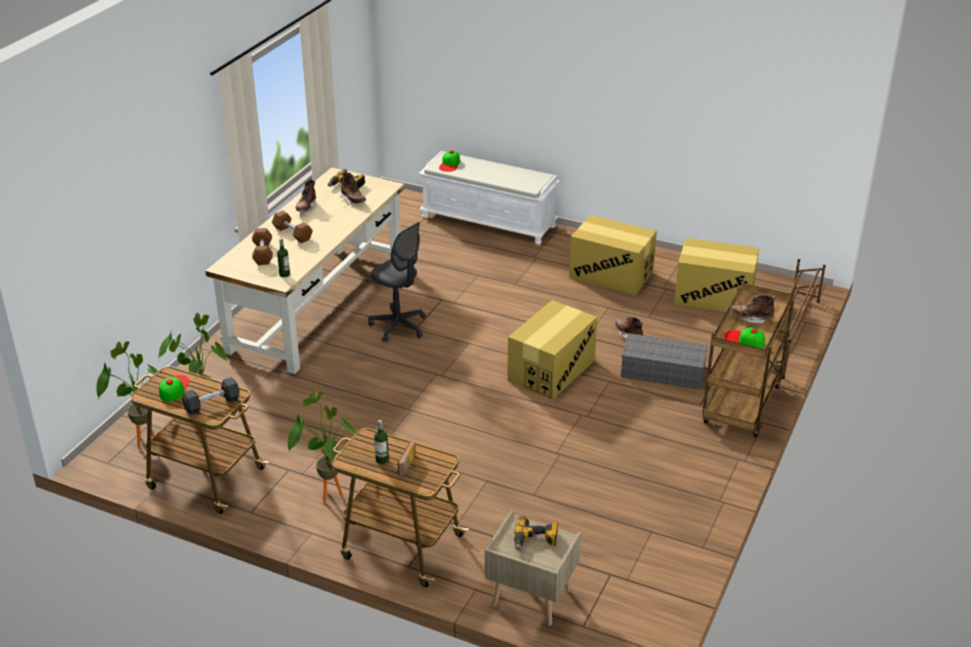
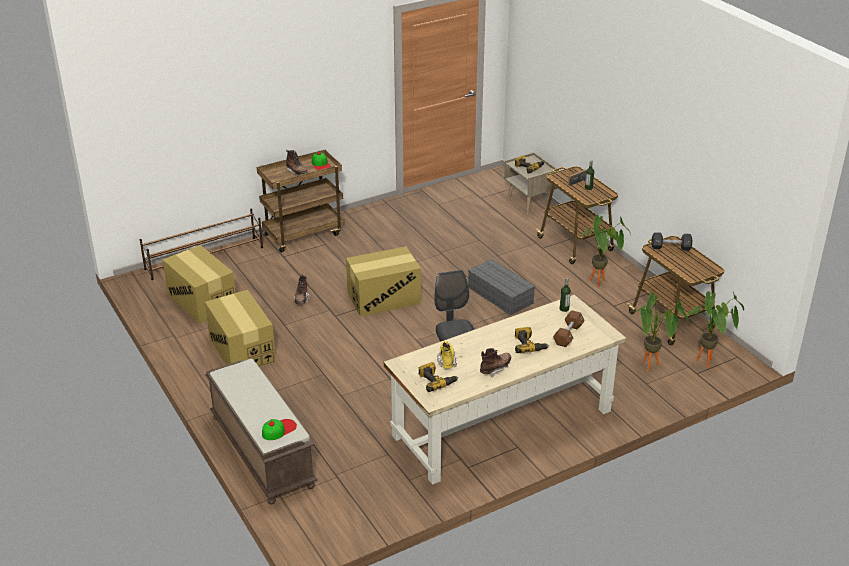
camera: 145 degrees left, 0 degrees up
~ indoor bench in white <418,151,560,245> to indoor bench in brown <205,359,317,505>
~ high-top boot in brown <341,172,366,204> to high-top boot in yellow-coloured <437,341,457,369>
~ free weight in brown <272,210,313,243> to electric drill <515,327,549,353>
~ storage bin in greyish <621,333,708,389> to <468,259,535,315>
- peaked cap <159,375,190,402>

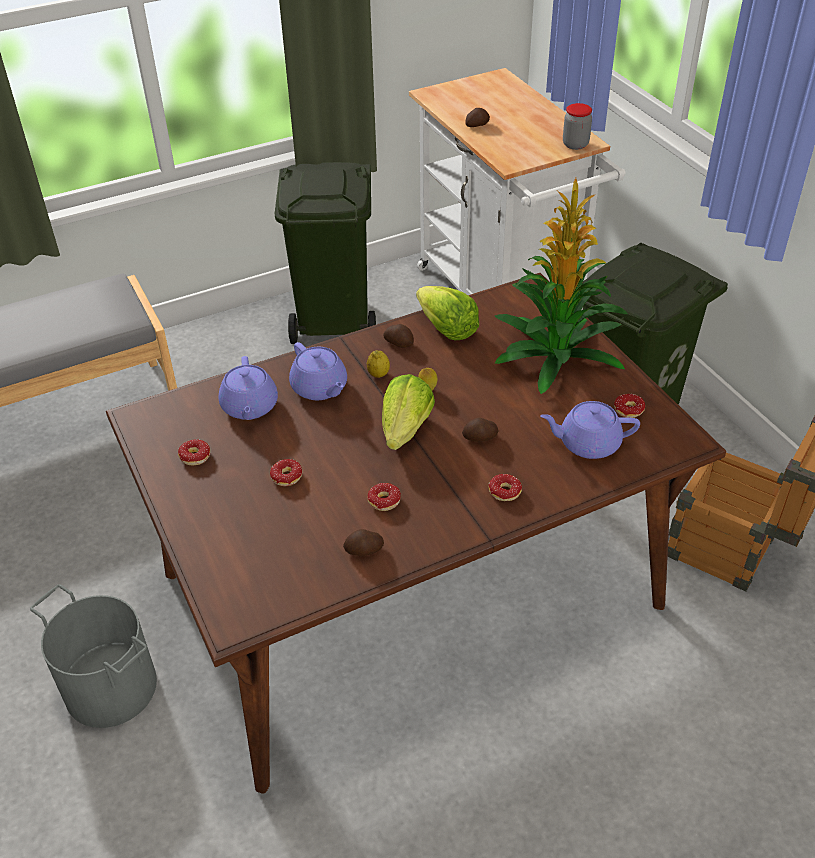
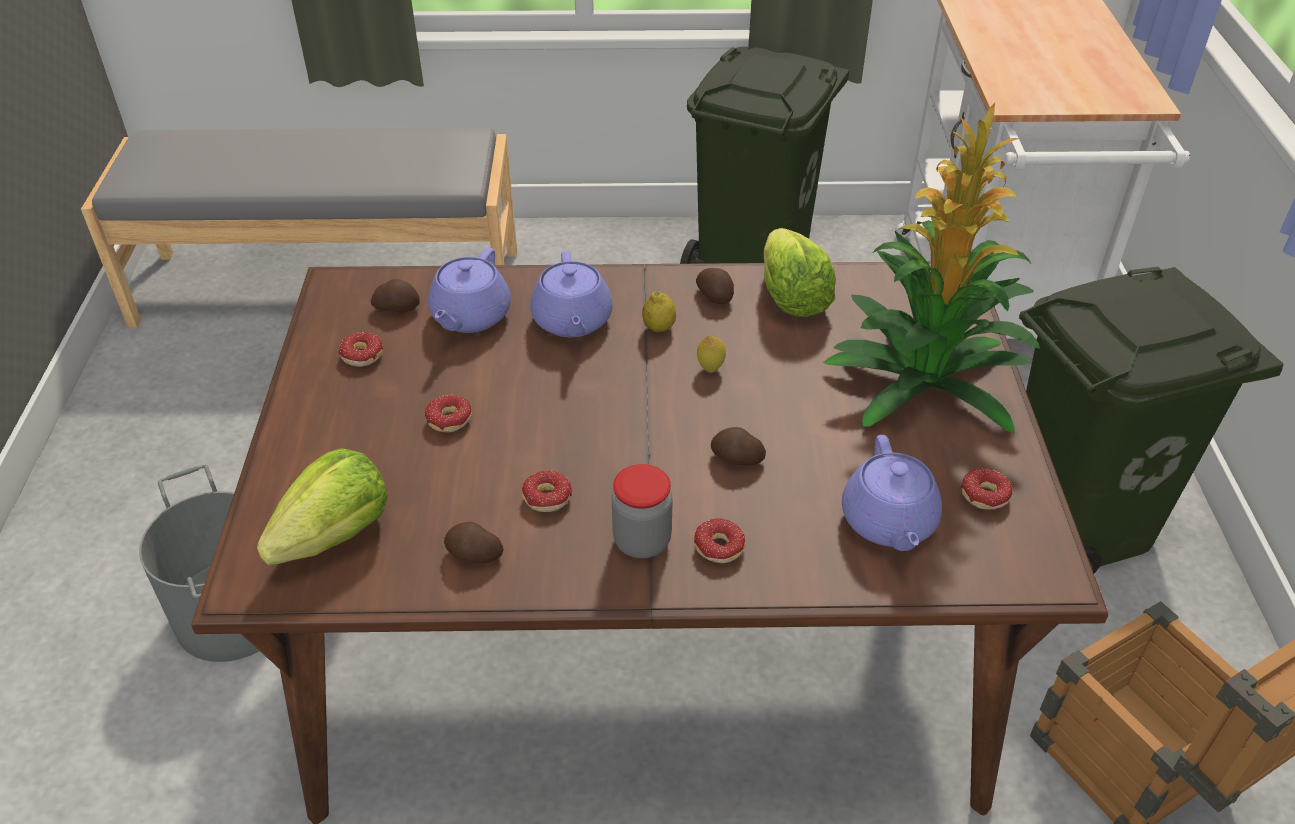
camera: 25 degrees right, 0 degrees up
~ jar <563,103,592,150> to <612,464,673,558>
~ whole potato <465,108,490,127> to <371,279,420,313>
~ head of lettuce <382,374,435,450> to <257,449,388,565>
~ teapot in purple-coloured <540,401,640,459> = <842,435,942,551> 120 degrees counterclockwise

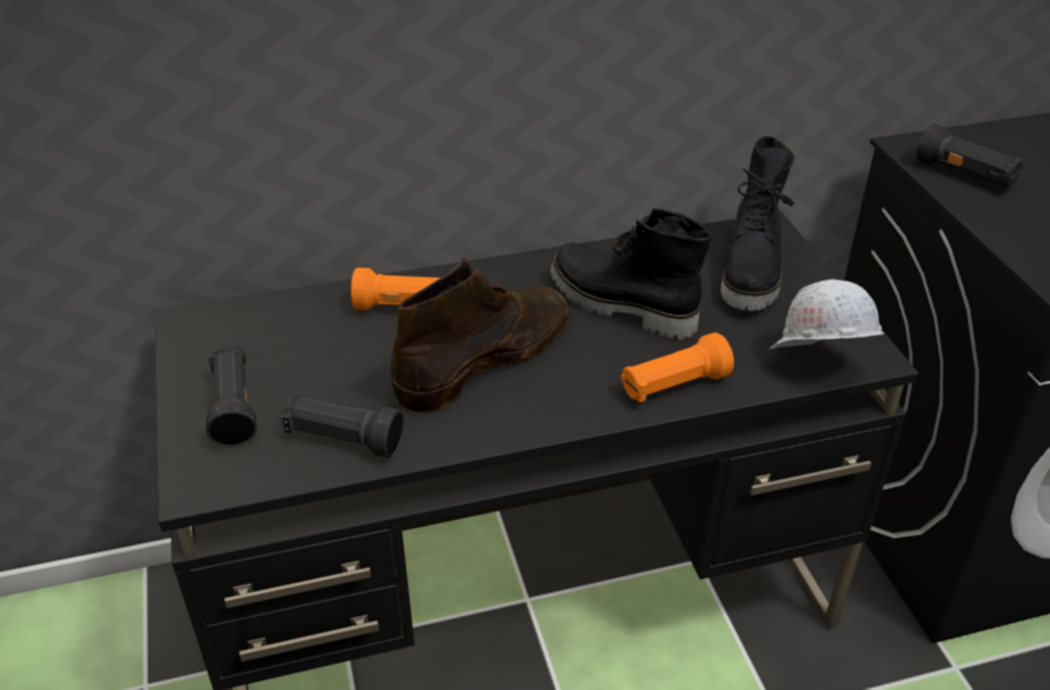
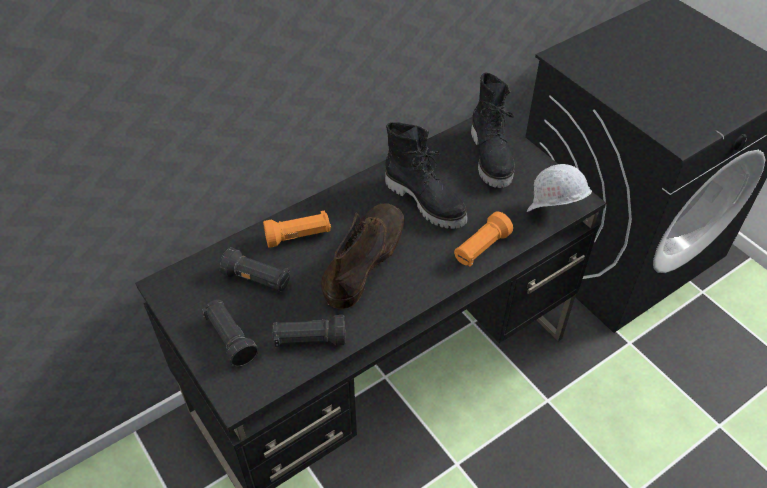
camera: 20 degrees left, 10 degrees up
~ flashlight in black <916,123,1023,189> to <219,248,290,291>
~ high-top boot in black <550,208,712,340> = <385,122,468,229> 150 degrees counterclockwise

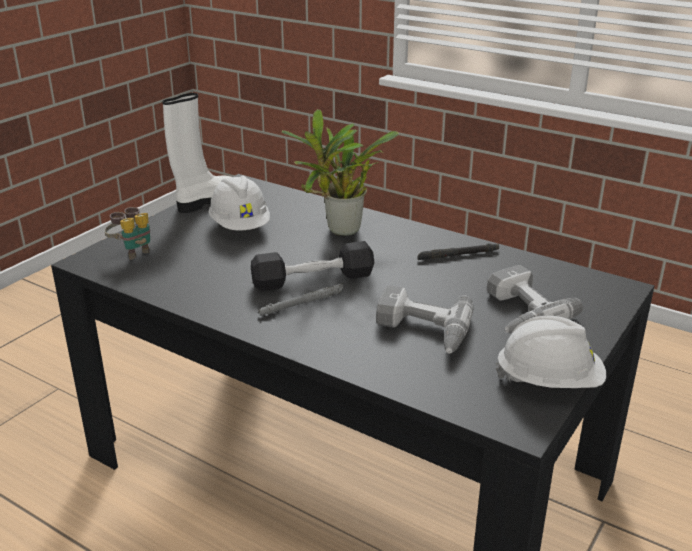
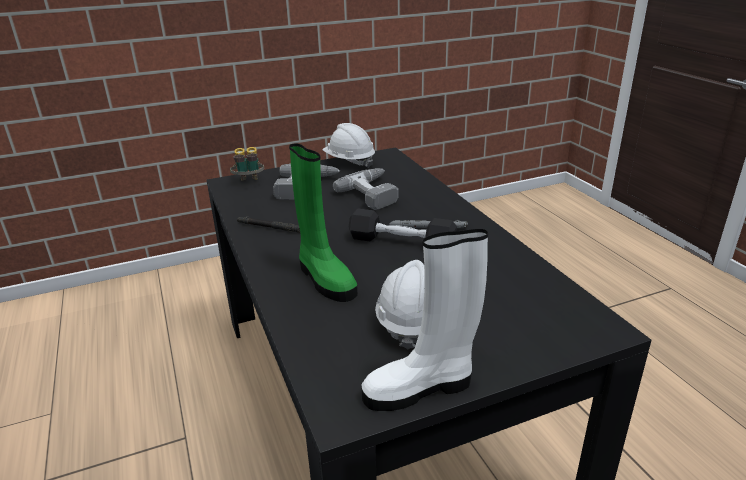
camera: 145 degrees left, 0 degrees up
~ potted plant <282,109,399,236> to high-top boot in greenish <289,143,358,302>
~ field glasses <105,207,150,260> to <230,147,264,181>

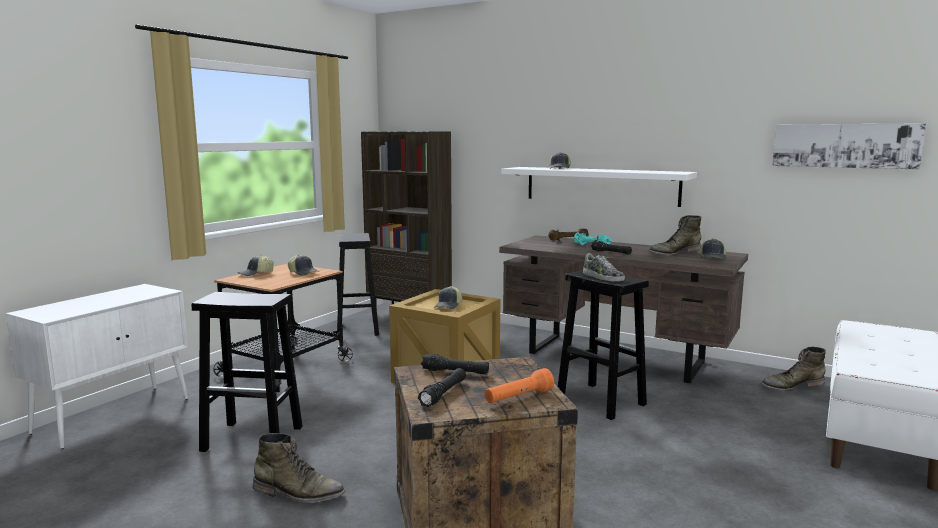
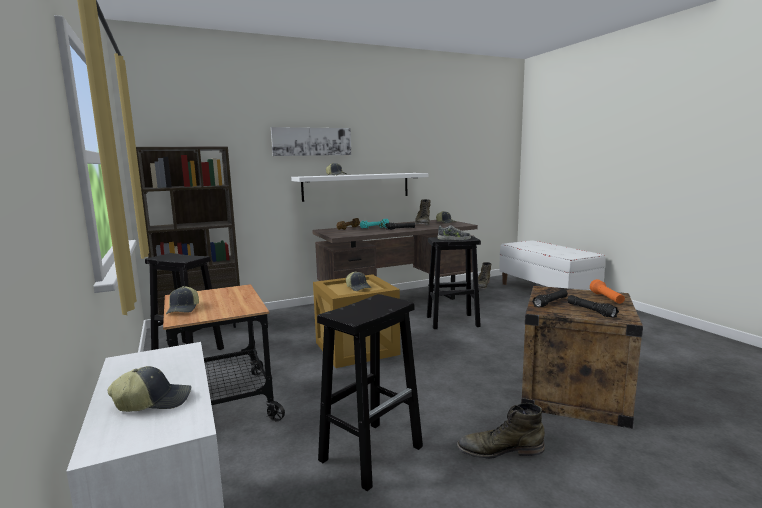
camera: 55 degrees left, 0 degrees up
~ wall art <772,123,926,169> to <271,127,351,156>
~ peaked cap <288,255,319,276> to <107,366,191,412>
~ high-top boot in greenish <253,433,345,503> = <457,403,545,459> 135 degrees counterclockwise

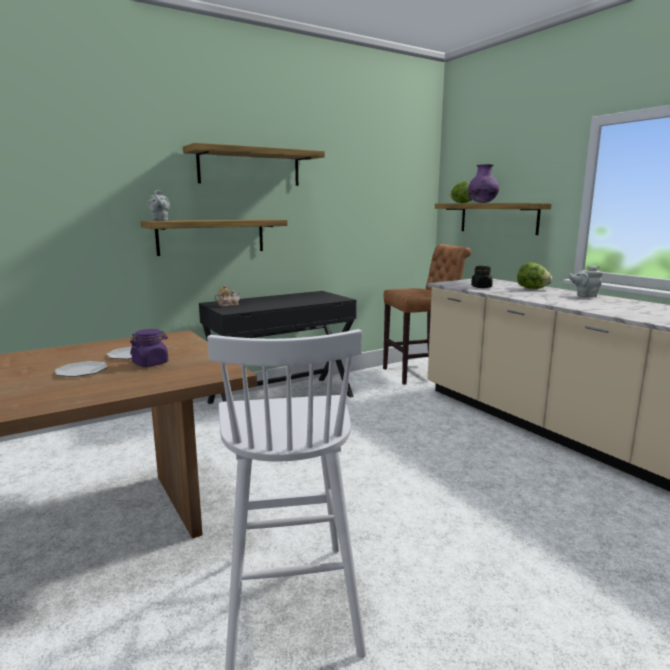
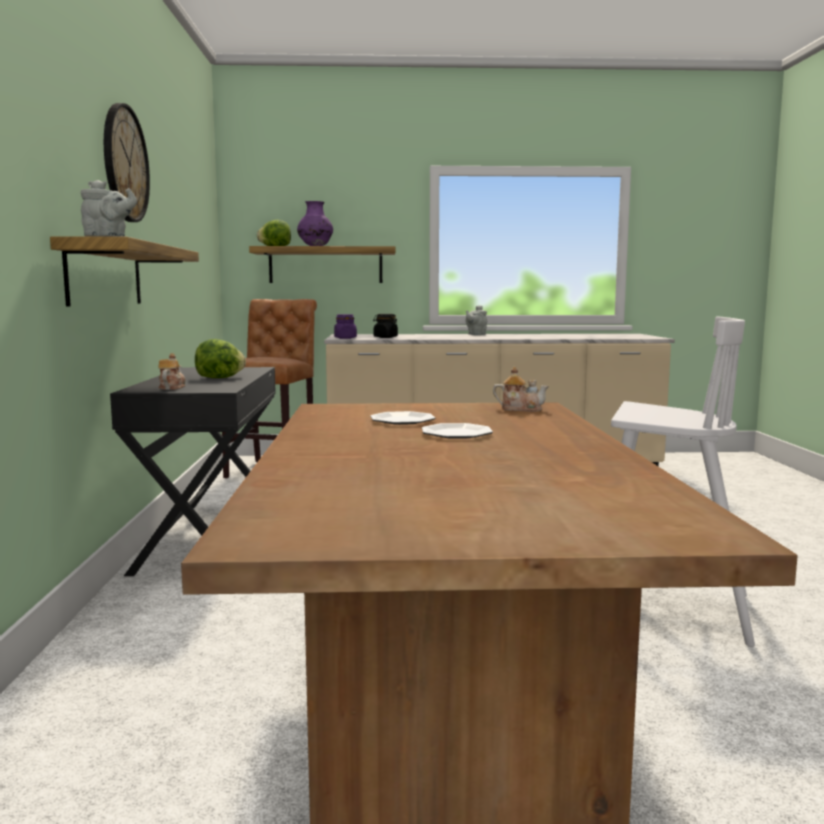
camera: 60 degrees left, 5 degrees down
~ wall shelf <183,143,325,186> to clock on the wall <104,103,150,222>
~ head of lettuce <517,262,552,289> to <195,339,246,378>
~ jar in purple-coloured <130,329,168,367> to <334,314,357,339>
+ teapot <493,367,549,412>

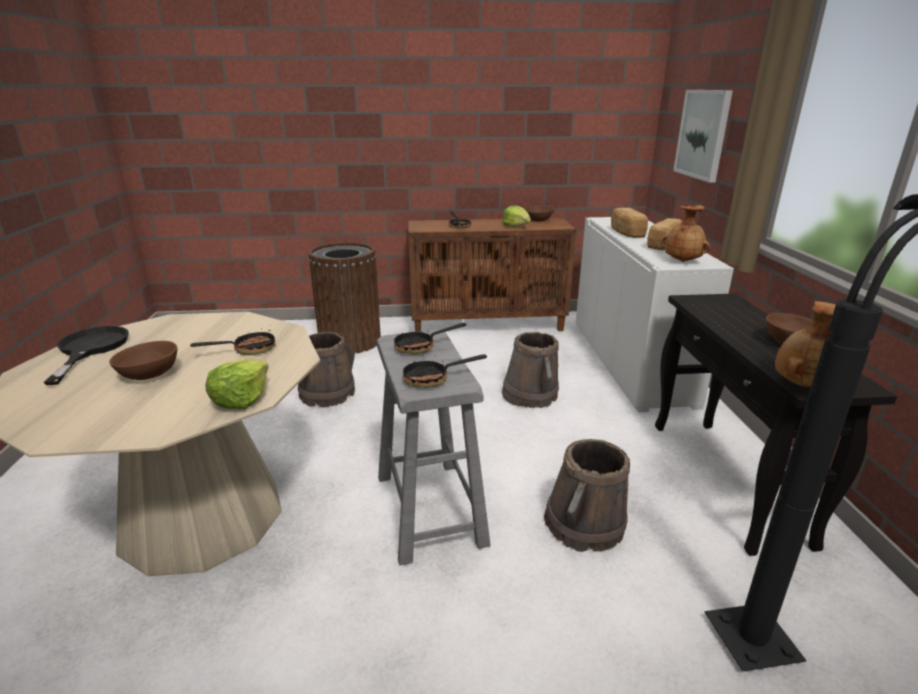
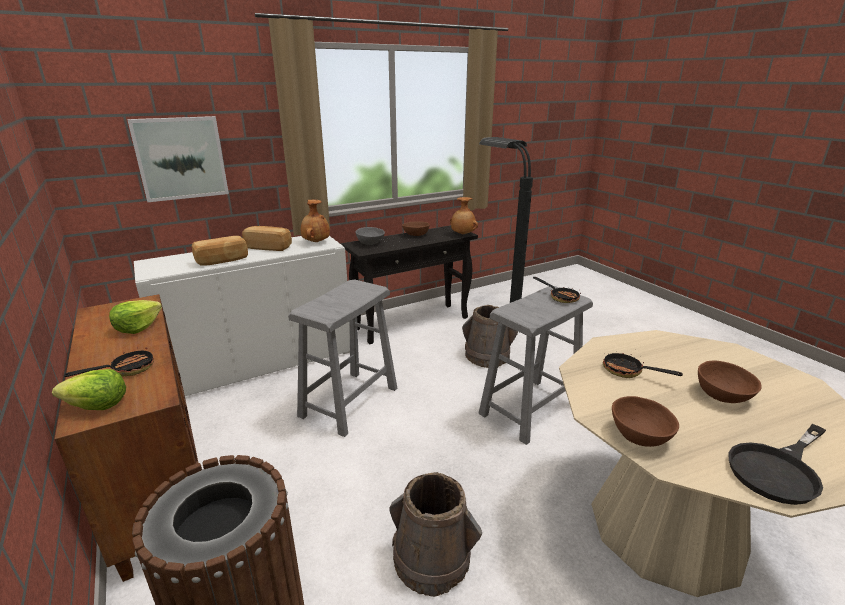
camera: 115 degrees left, 0 degrees up
~ bowl in brown <524,205,554,222> to <612,396,679,447>
- pan <394,323,466,354>
~ water bucket in brown <502,332,559,408> to stool in greyish <288,279,397,437>
~ head of lettuce <205,359,269,409> to <52,369,126,410>
+ bowl in greyish <356,227,385,245>

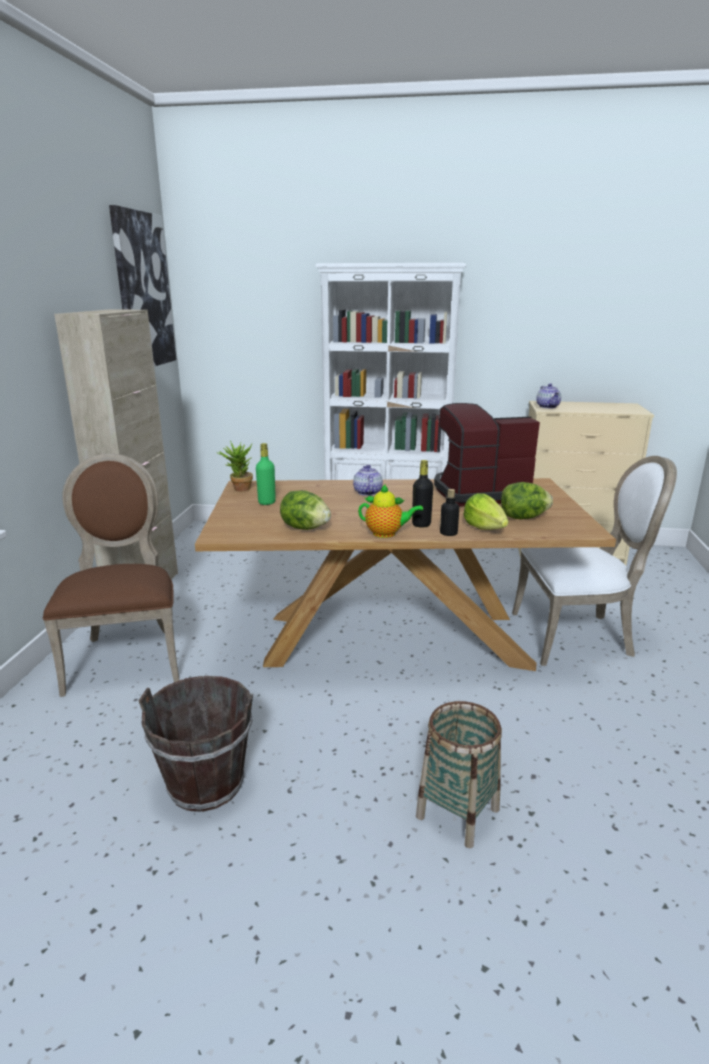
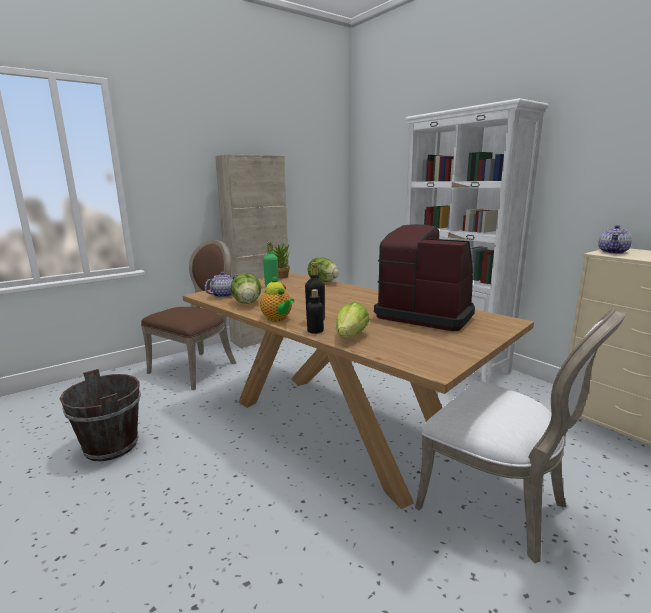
camera: 45 degrees right, 5 degrees down
- wall art <109,205,176,366>
~ teapot <353,465,383,496> to <205,272,237,298>
~ head of lettuce <501,482,553,519> to <308,257,339,282>
- basket <416,701,502,848>

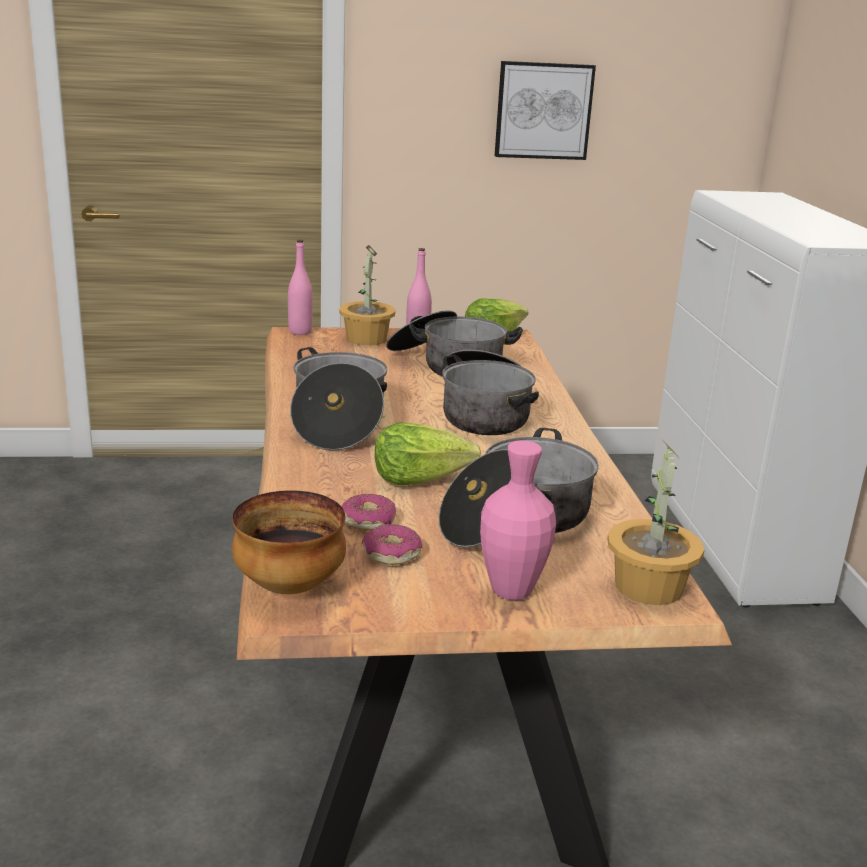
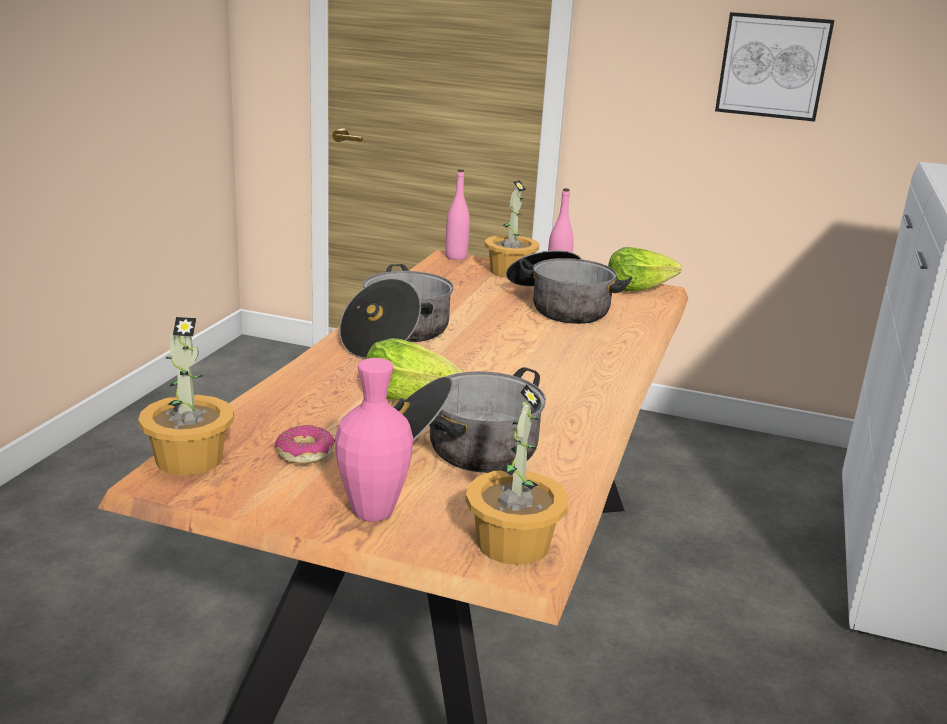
camera: 25 degrees right, 0 degrees up
- stockpot <442,350,539,435>
~ bowl <232,490,346,594> to potted plant <138,317,234,475>
- donut <342,494,396,531>

